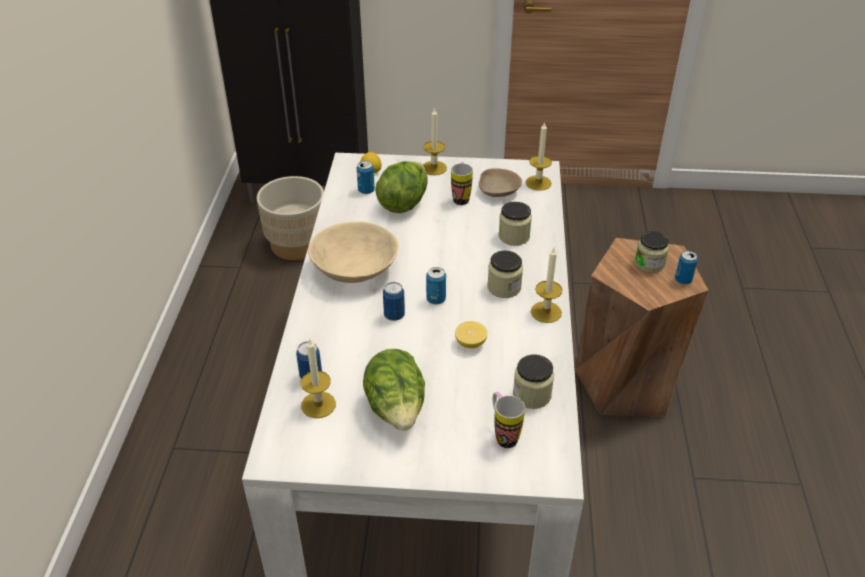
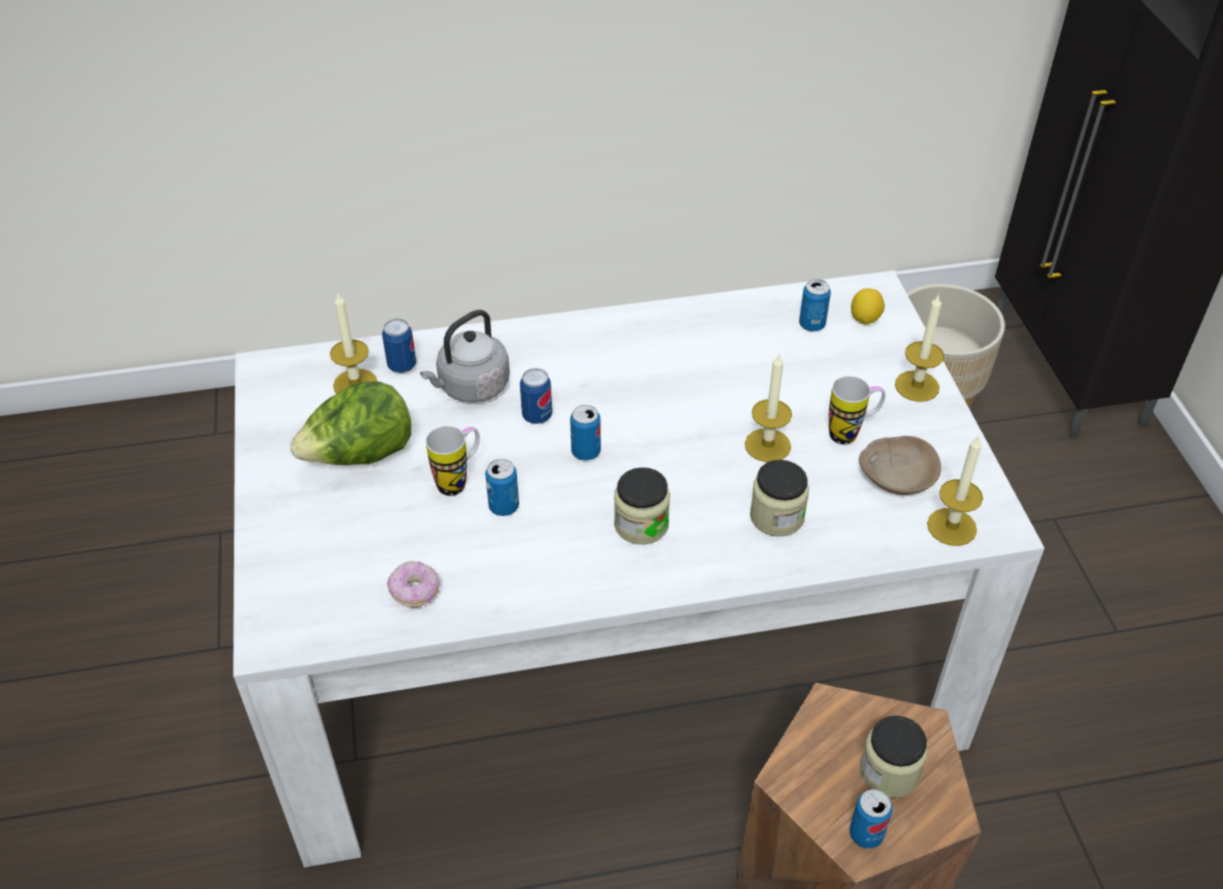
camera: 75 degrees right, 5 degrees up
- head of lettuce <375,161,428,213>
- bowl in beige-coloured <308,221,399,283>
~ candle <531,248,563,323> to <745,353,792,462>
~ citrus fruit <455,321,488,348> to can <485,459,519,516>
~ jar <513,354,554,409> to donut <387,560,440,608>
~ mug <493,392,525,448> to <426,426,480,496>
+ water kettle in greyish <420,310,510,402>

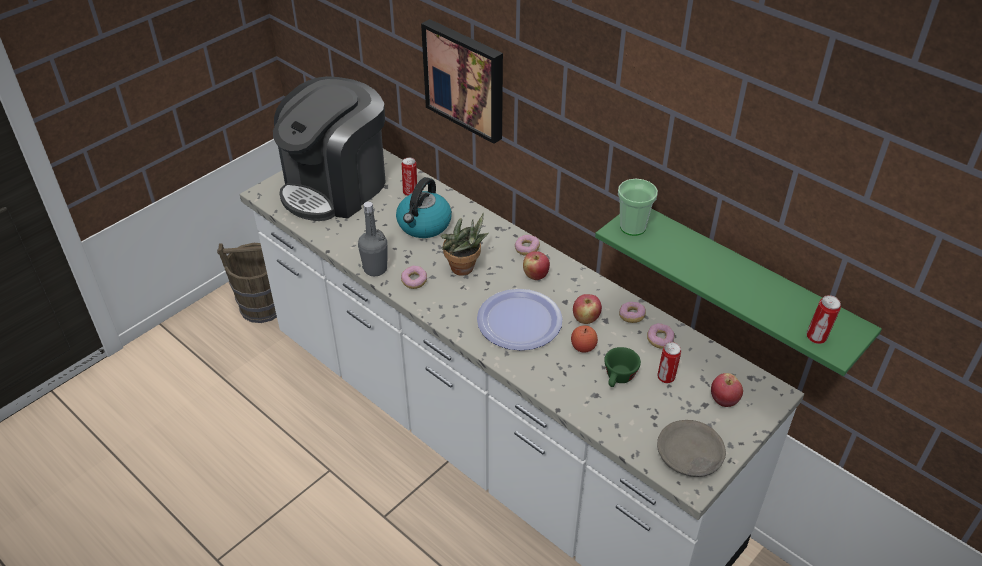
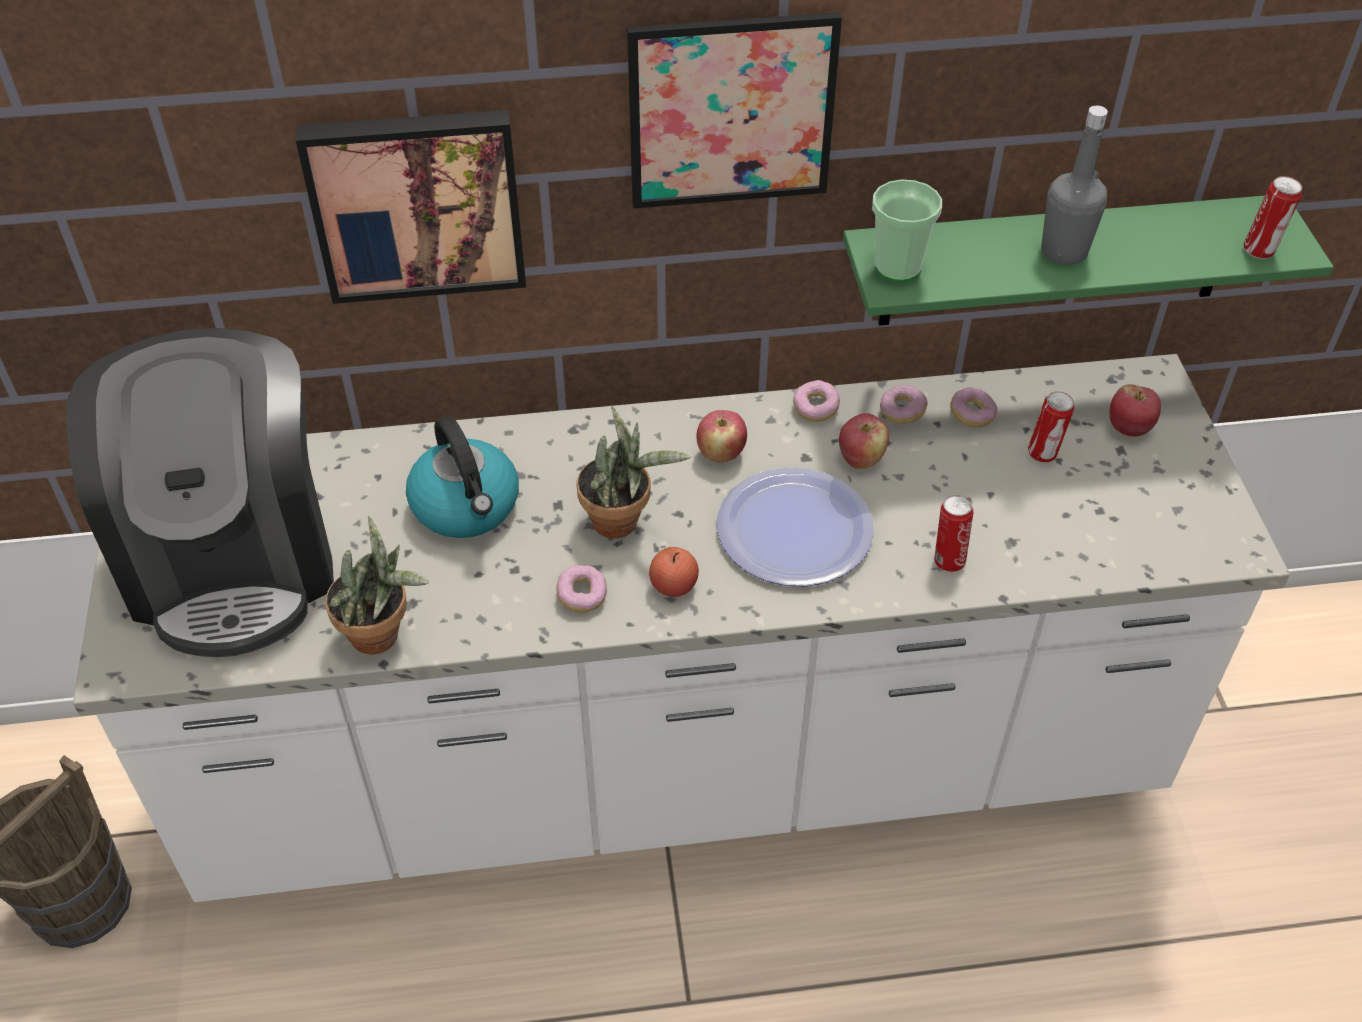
camera: 50 degrees left, 5 degrees up
~ can <402,158,417,196> to <934,495,974,572>
~ beverage bottle in greyish <358,201,388,276> to <1041,105,1108,265>
~ donut <515,235,540,256> to <793,380,840,422>
~ apple <571,325,598,353> to <649,547,699,597>
- small cup in greenish <604,347,641,387>
- bowl in greyish <657,420,726,477>
+ wall art <627,12,842,208>
+ potted plant <325,516,429,655>

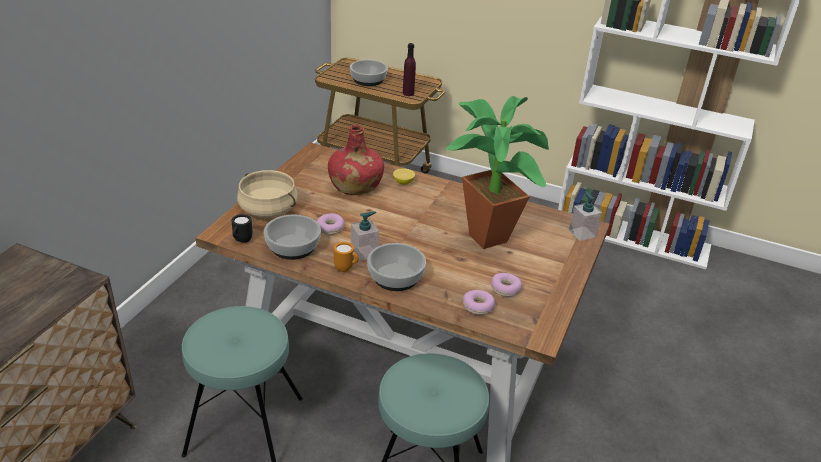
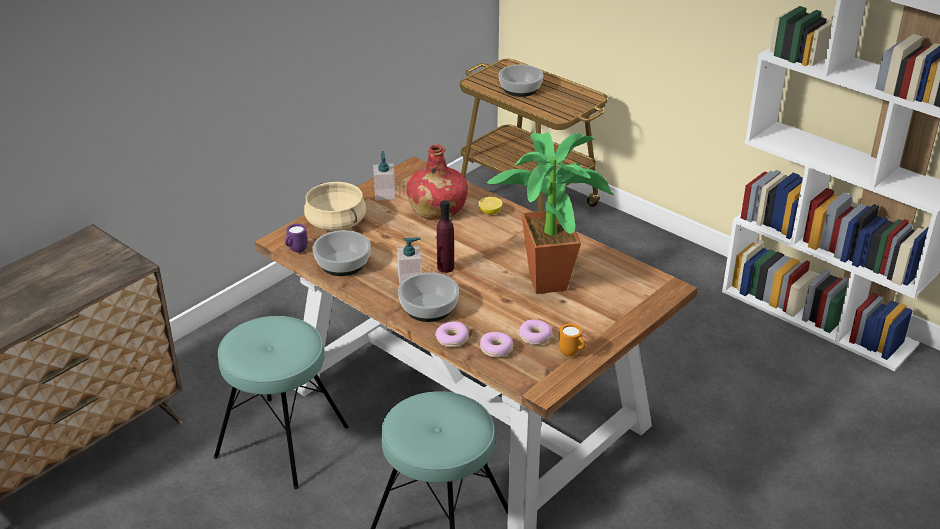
camera: 20 degrees right, 0 degrees up
~ beverage bottle in purple-coloured <403,43,416,96> to <437,200,454,273>
~ soap bottle <569,191,602,241> to <373,151,395,200>
~ donut <316,213,344,235> to <435,322,469,347>
~ mug in black <231,214,252,243> to mug in purple-coloured <285,224,307,253>
~ mug in orangey <334,242,359,272> to <559,324,585,357>

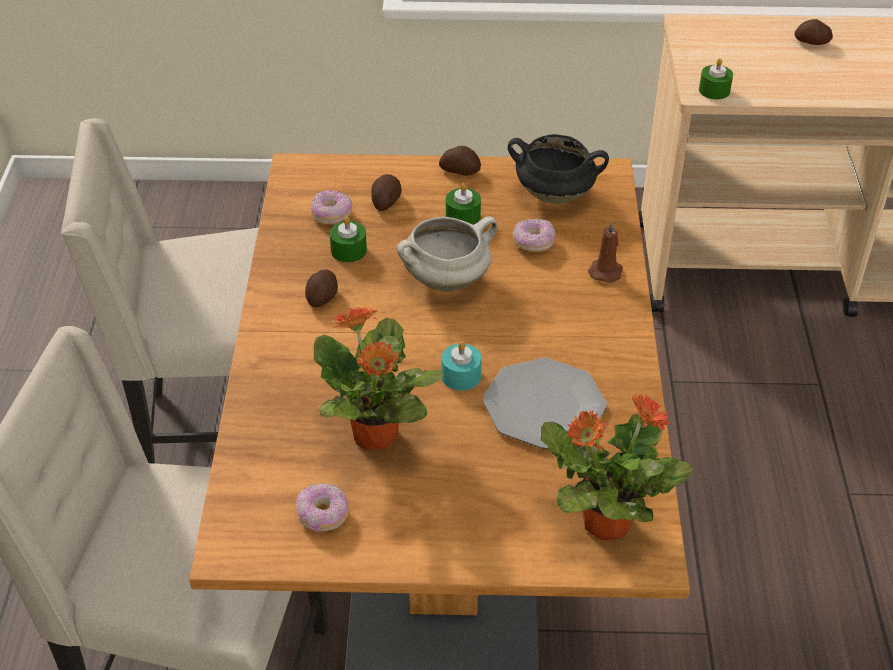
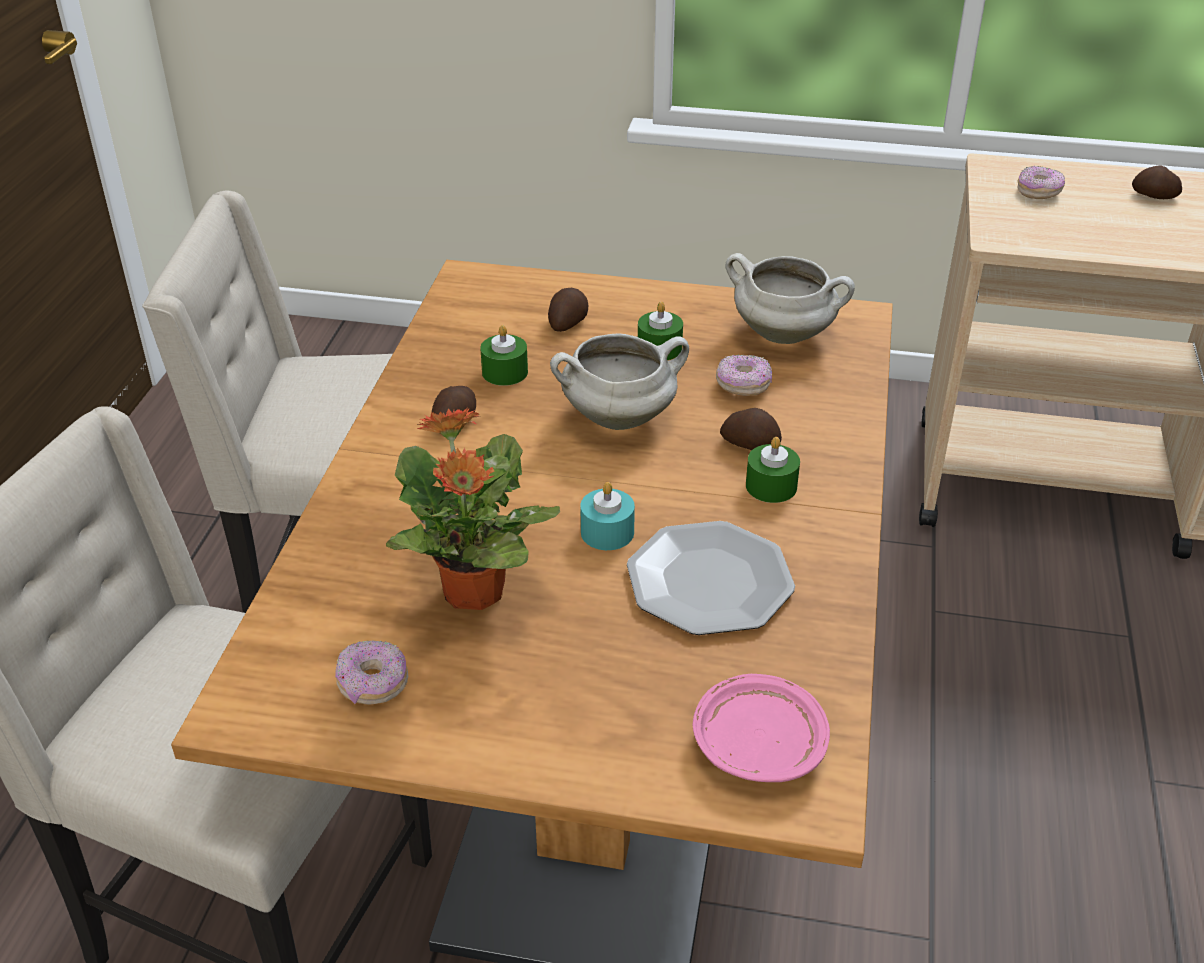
camera: 10 degrees right, 5 degrees down
~ candle in greenish <699,58,733,100> to <746,437,800,503>
~ stockpot in black <508,134,609,204> to stockpot in white <726,253,855,344>
~ whole potato <439,146,481,176> to <720,408,782,451>
~ donut <311,190,352,225> to <1017,166,1065,199>
- candle in brown <588,221,623,283>
~ potted plant <541,395,694,541> to plate in pinkish <693,674,830,782>

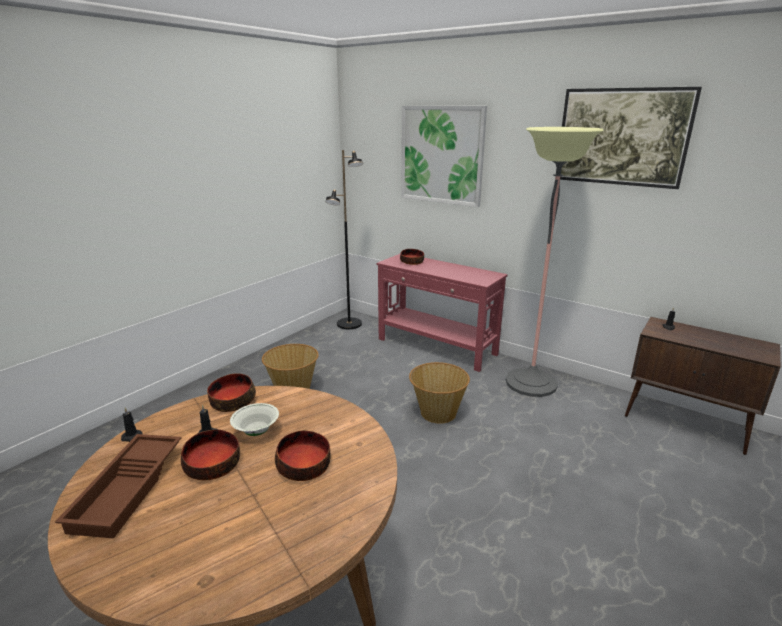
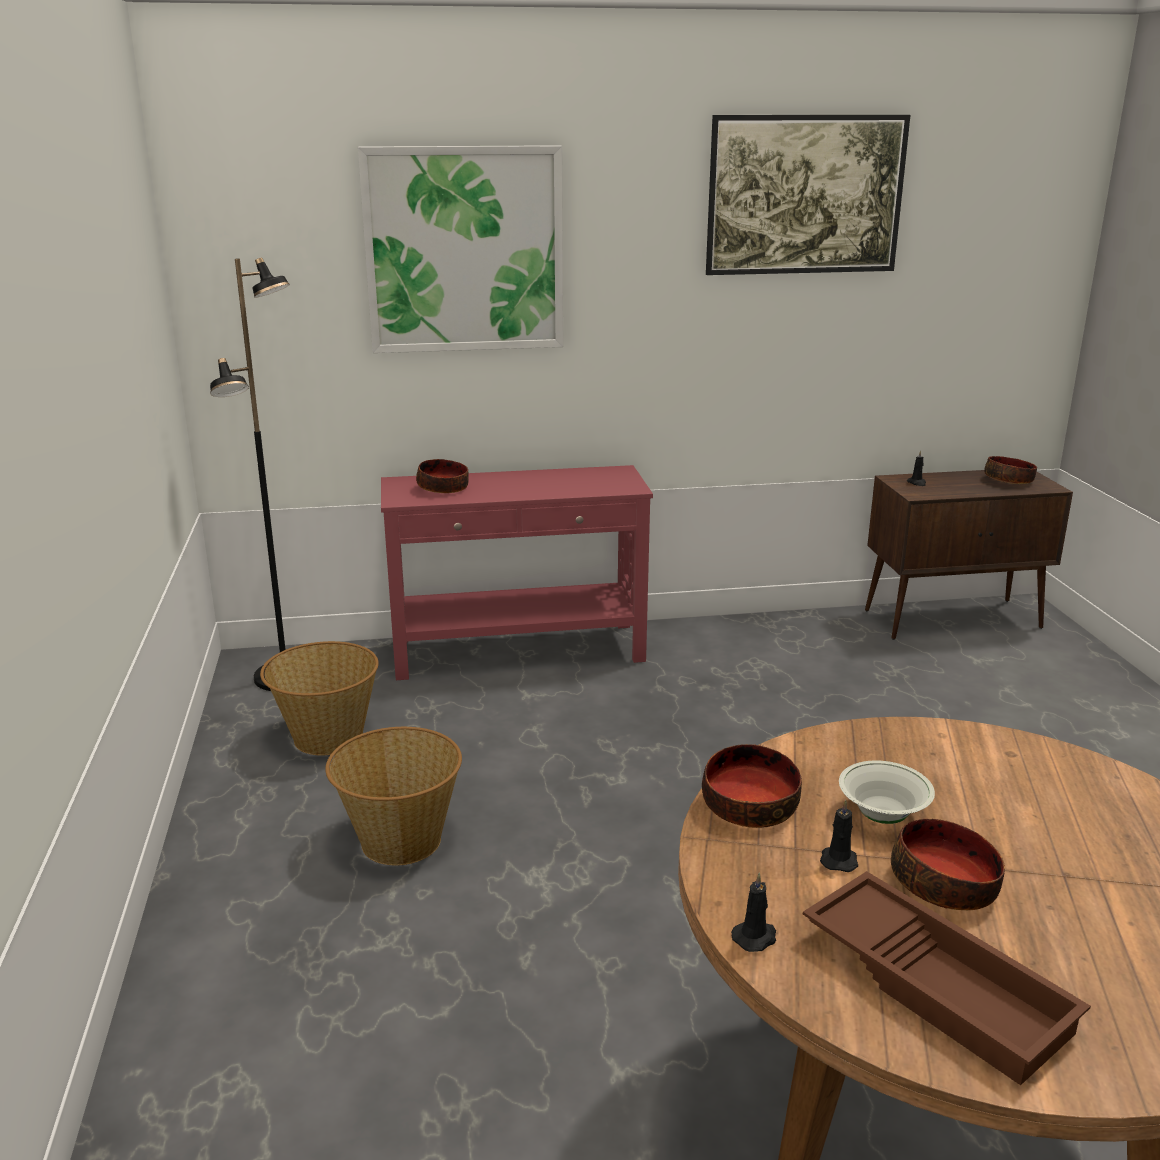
camera: 45 degrees left, 0 degrees up
- floor lamp <506,127,604,397>
~ basket <409,362,470,424> to <260,641,379,756>
~ bowl <275,431,331,481> to <984,456,1037,484>

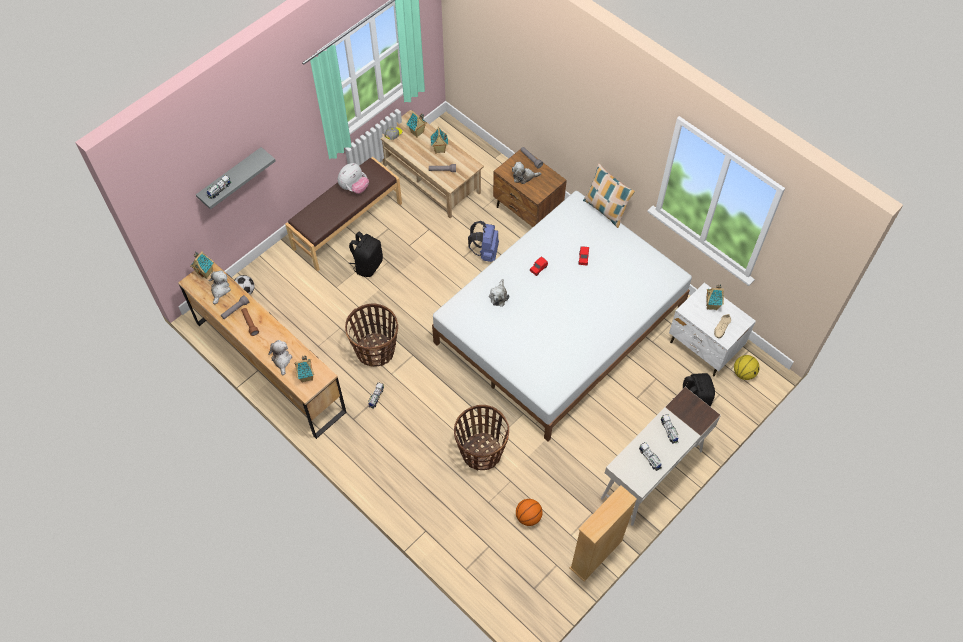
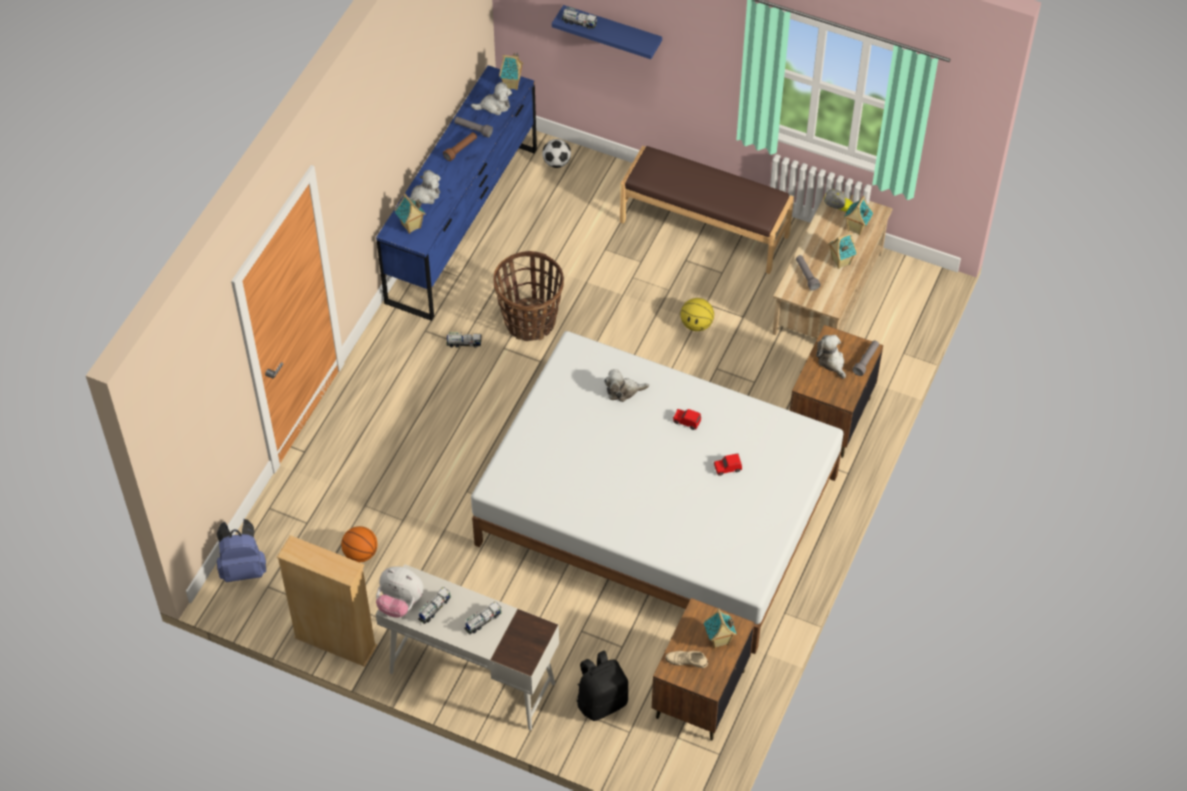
camera: 70 degrees right, 5 degrees down
~ wall shelf in greyish <196,147,276,209> to wall shelf in blue <552,5,662,59>
~ cuddly toy <338,163,369,194> to <376,566,424,618>
- pillow <583,163,635,228>
~ knapsack in blue <468,221,499,262> to <217,519,266,582>
- knapsack in black <349,232,383,277>
~ drawer chest in brown <178,262,347,439> to drawer chest in blue <376,65,537,321>
~ bedside table in white <669,283,756,376> to bedside table in brown <652,598,755,741>
~ ball for basketball <734,355,760,380> to <680,298,714,331>
- basket <454,405,509,470>

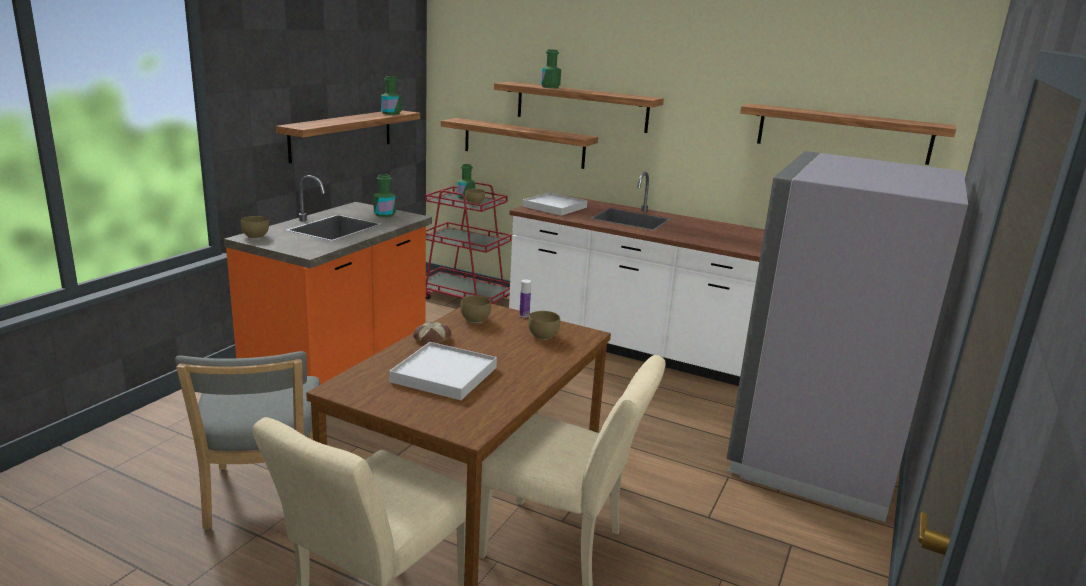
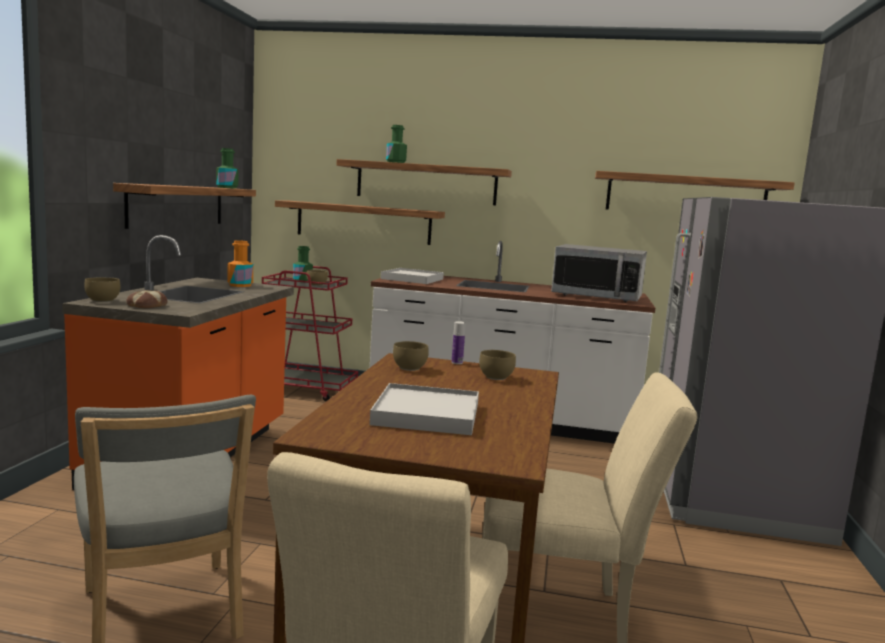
camera: 15 degrees left, 10 degrees down
~ beverage bottle in greenish <373,174,396,217> to beverage bottle in orangey <227,240,253,287>
~ bakery bread <413,322,451,344> to <126,290,167,308>
+ kitchen microwave <551,244,647,302>

